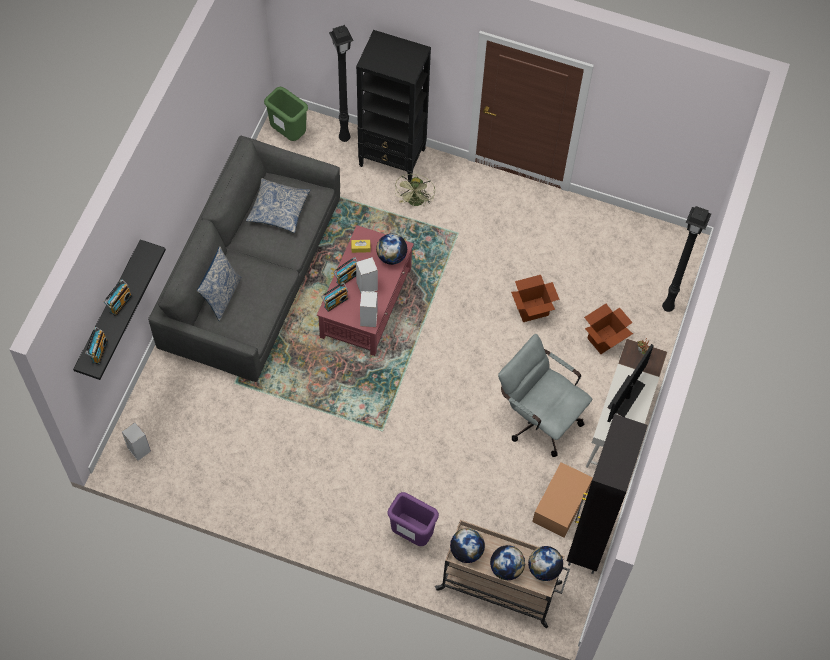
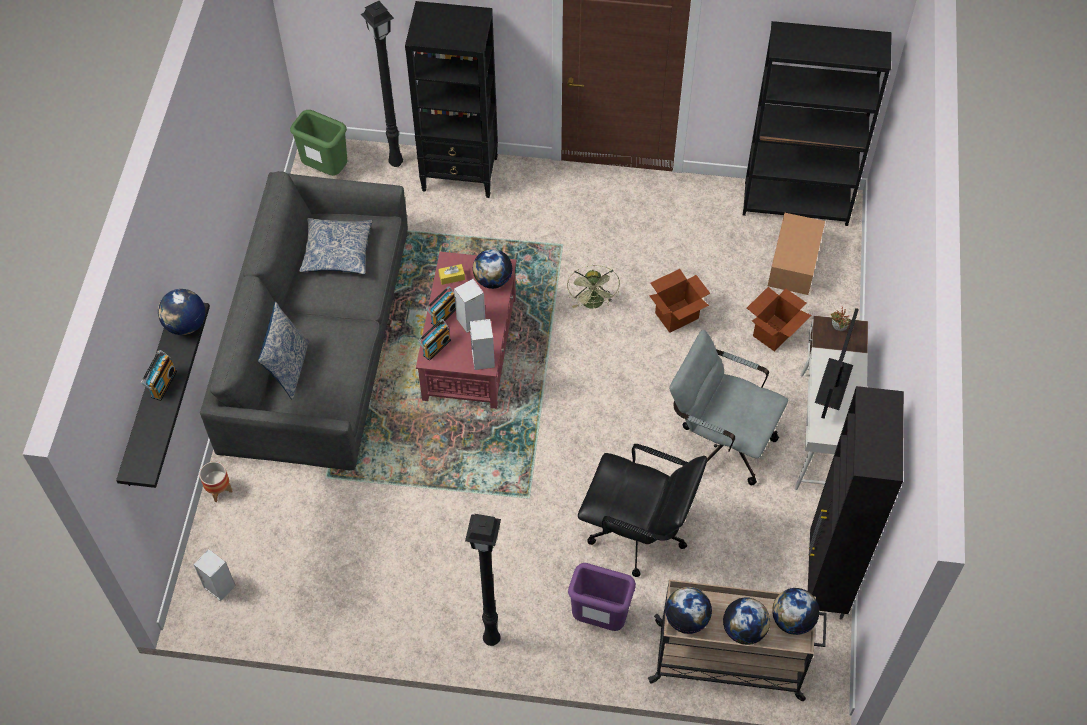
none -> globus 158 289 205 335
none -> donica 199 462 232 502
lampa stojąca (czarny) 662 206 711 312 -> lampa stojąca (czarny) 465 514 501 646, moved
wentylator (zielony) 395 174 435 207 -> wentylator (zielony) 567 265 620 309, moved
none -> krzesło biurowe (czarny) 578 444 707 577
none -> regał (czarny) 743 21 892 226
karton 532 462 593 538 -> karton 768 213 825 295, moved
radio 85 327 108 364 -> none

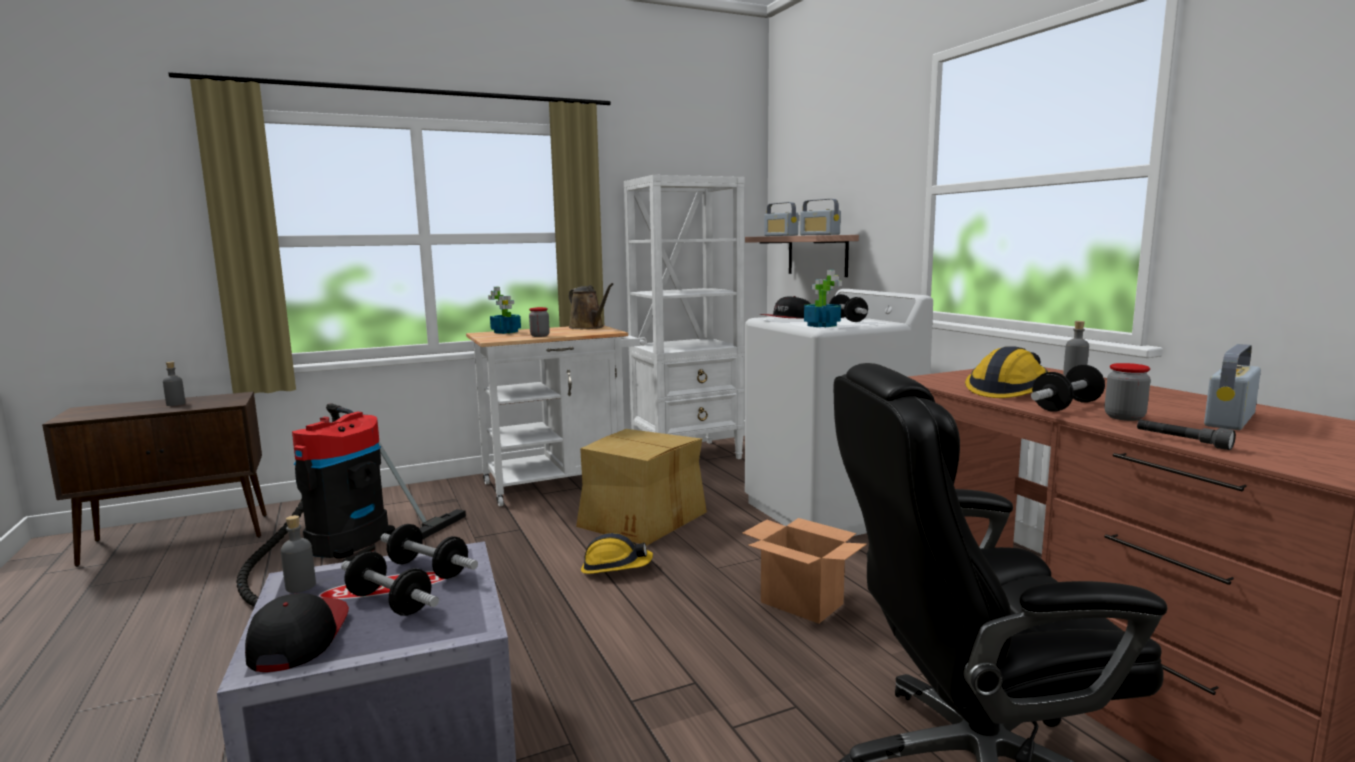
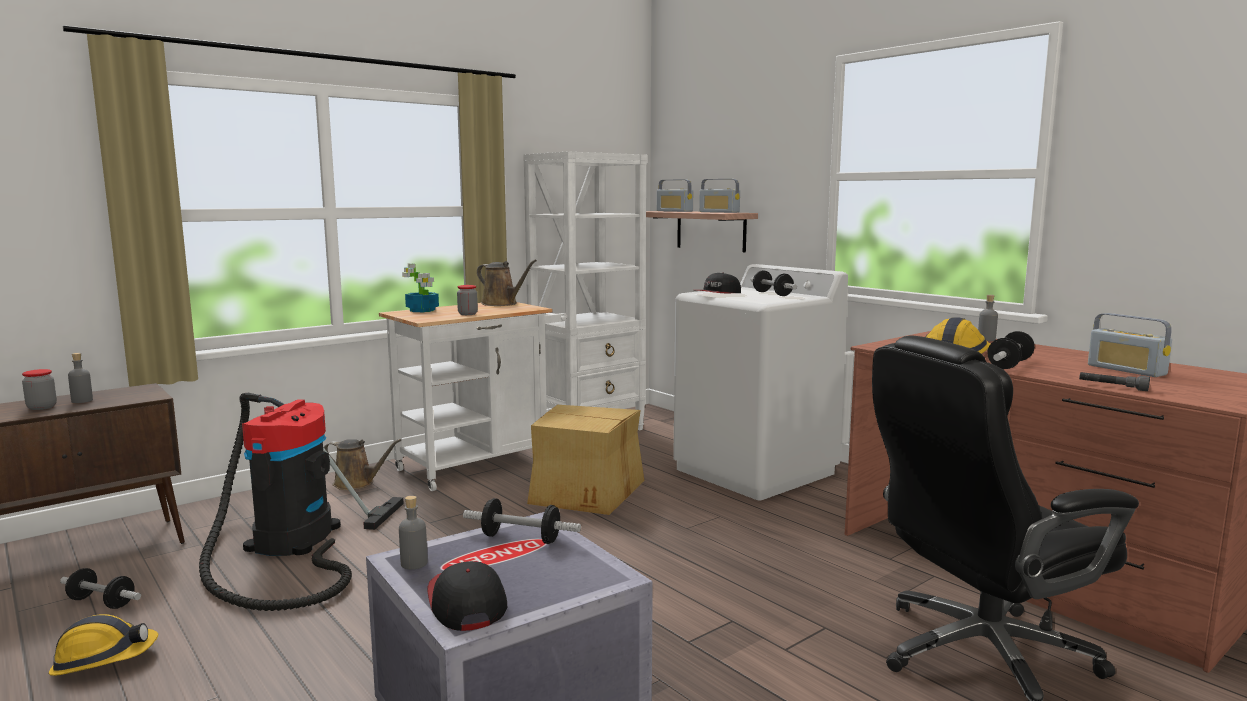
słoik 1105 363 1151 421 -> słoik 22 369 57 410, moved
kask 581 533 653 574 -> kask 49 614 158 676, moved
hantel 341 551 439 616 -> hantel 60 568 141 609, moved
none -> konewka (brązowy) 324 439 401 490
radio 1204 344 1261 430 -> radio 1088 313 1172 377, 60 degrees counterclockwise
karton 742 518 867 624 -> none
roślina doniczkowa 804 270 842 327 -> none

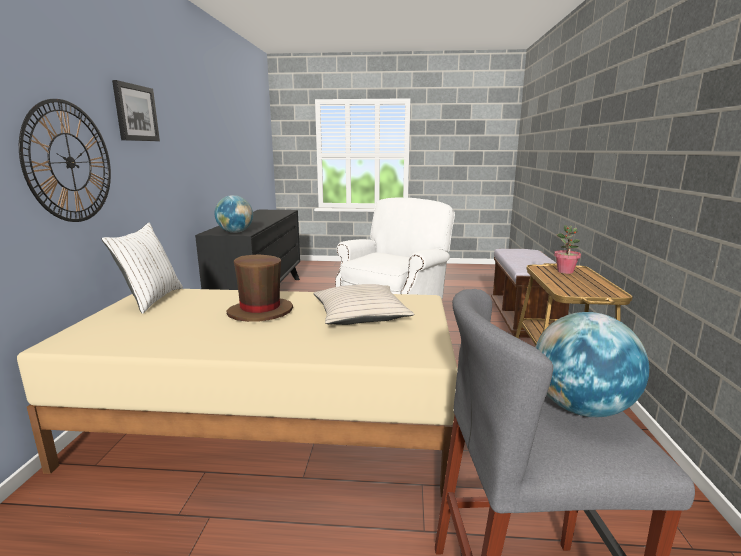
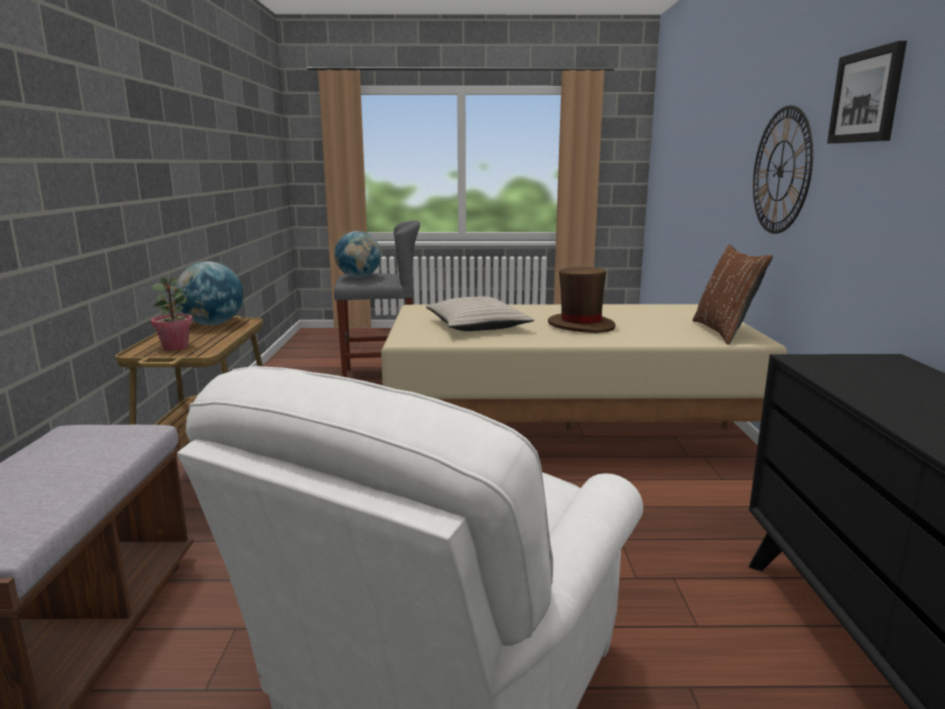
globus 214 195 253 233 -> globus 175 261 243 325, moved
poduszka (biały) 101 223 183 314 -> poduszka (brązowy) 692 245 773 345

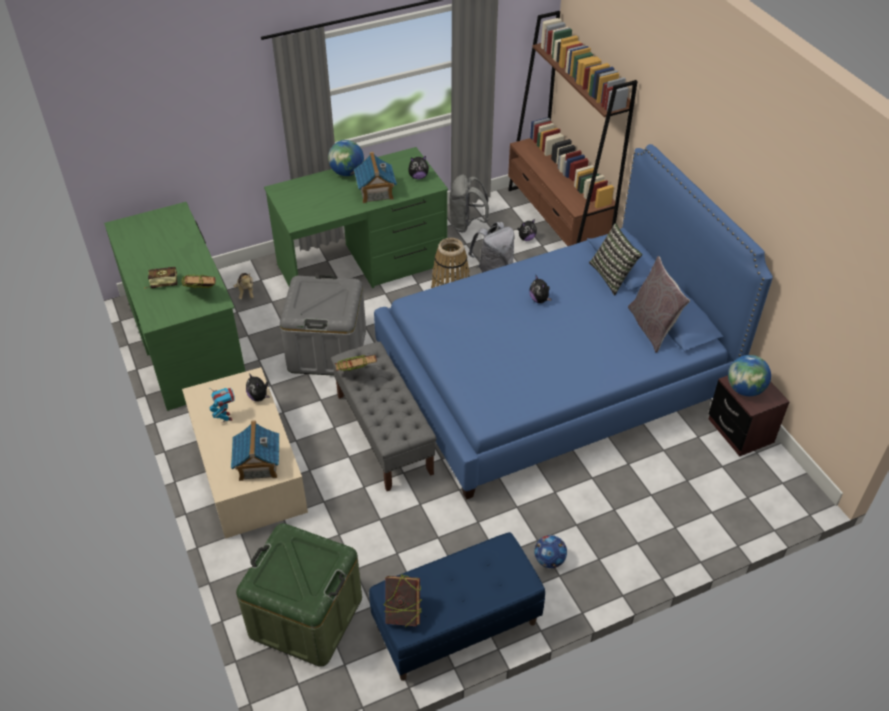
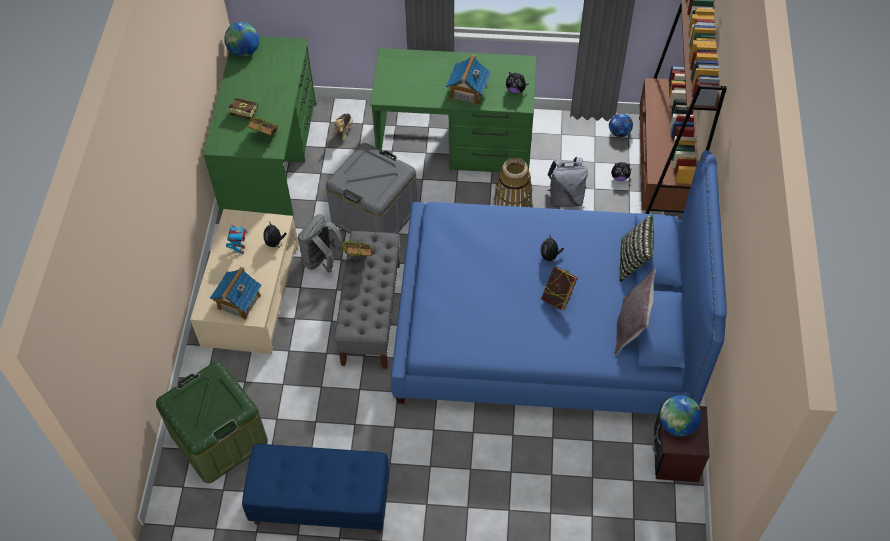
globus 328 140 364 176 -> globus 224 22 259 57, moved
plecak (szary) 449 175 489 233 -> plecak (szary) 298 214 345 273, moved
książka 384 575 422 627 -> książka 541 267 577 310, moved
piłka futbolowa 534 535 567 568 -> piłka futbolowa 609 113 633 137, moved

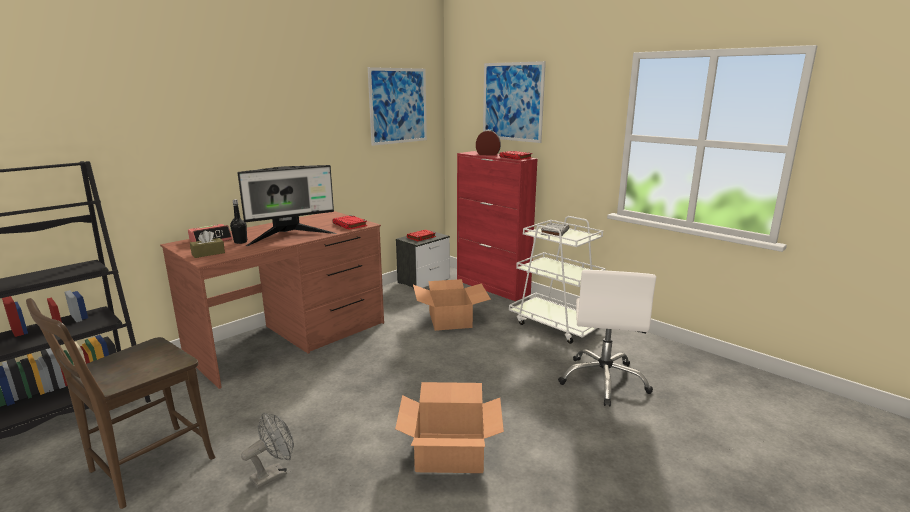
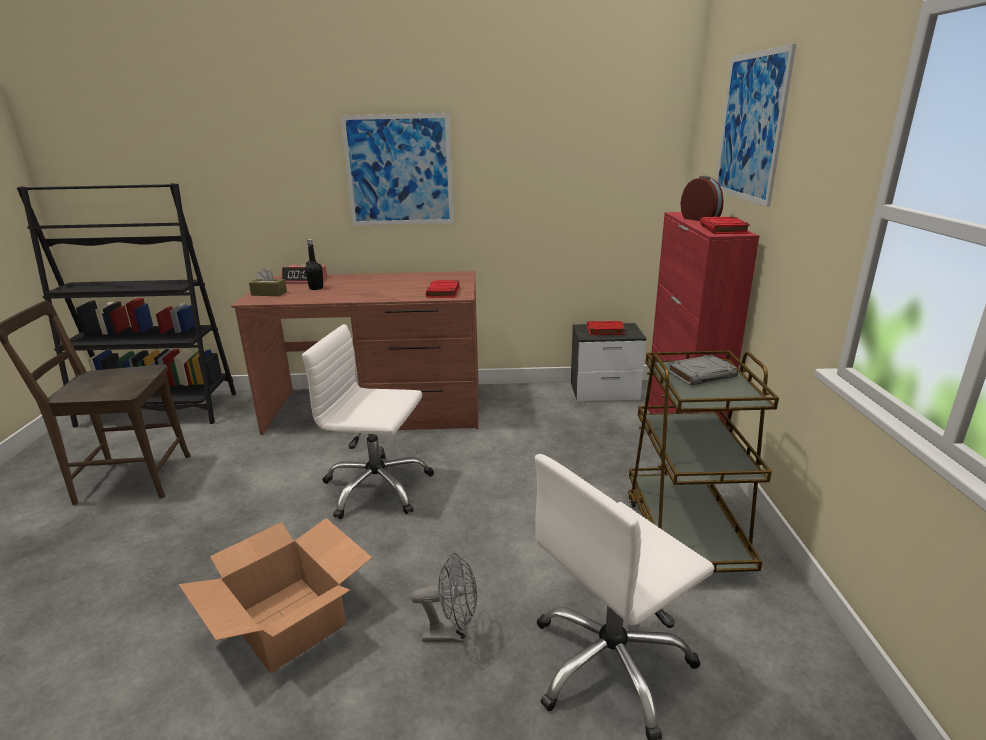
none -> krzesło biurowe (biały) 302 324 434 519
obraz 368 67 427 146 -> obraz 340 113 454 225, moved
wentylator (szary) 241 413 294 489 -> wentylator (szary) 410 552 477 643, moved
wózek (biały) 509 216 606 344 -> wózek (brązowy) 628 351 779 572
monitor 237 165 336 246 -> none
karton 413 279 491 331 -> none

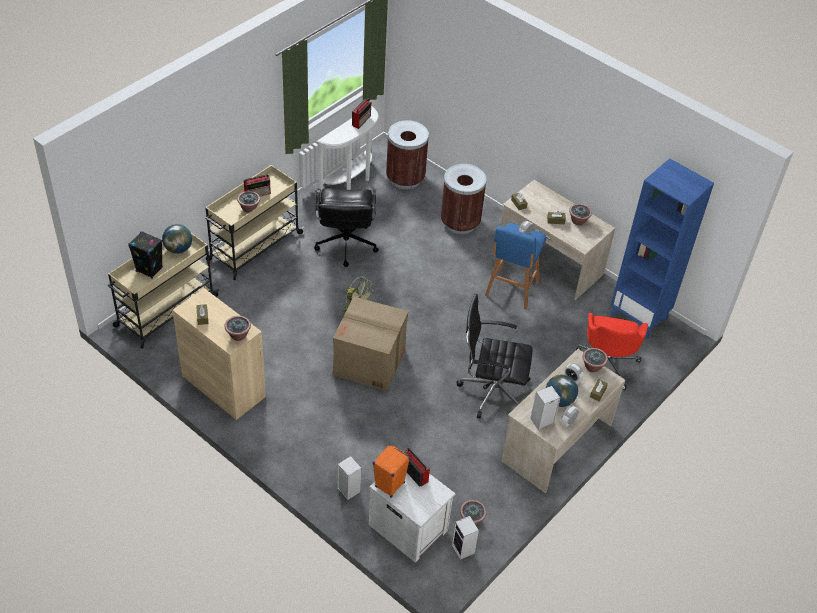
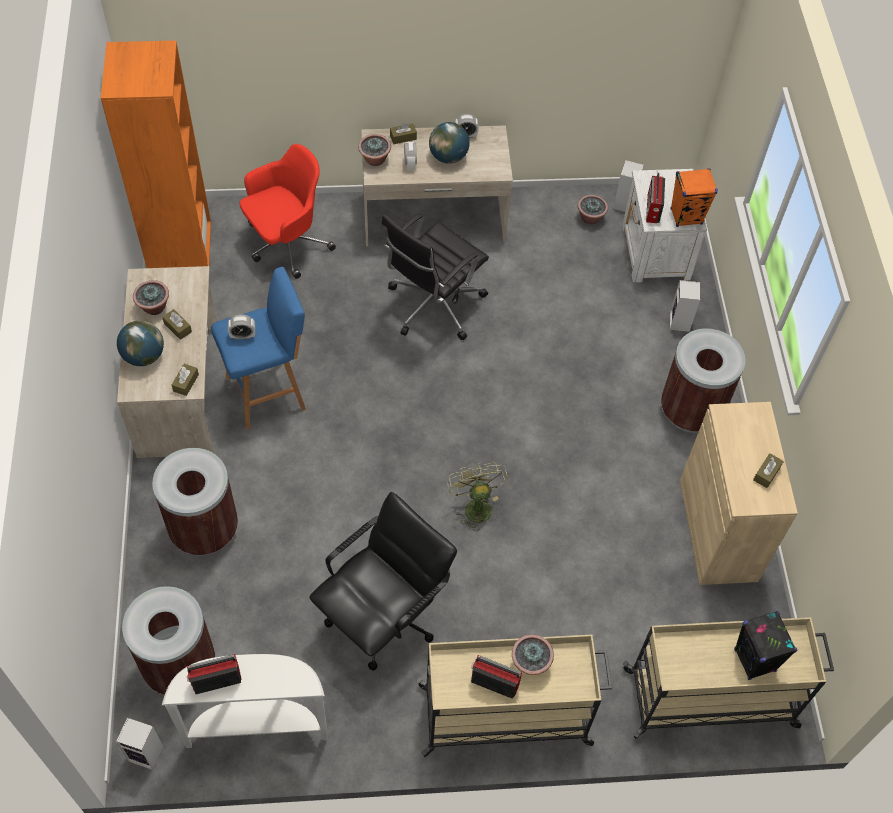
regał (niebieski) 611 158 714 339 -> regał (pomarańczowy) 101 41 211 268
głośnik 530 386 560 430 -> głośnik 116 718 163 770, moved
globus 162 224 192 254 -> globus 117 320 164 366, moved
krzesło biurowe (czarny) 456 294 533 418 -> krzesło biurowe (czarny) 382 214 489 340, 75 degrees clockwise
none -> kosz na śmieci (brązowy) 661 328 746 433
roślina doniczkowa 225 316 251 341 -> none
karton 333 297 409 391 -> none

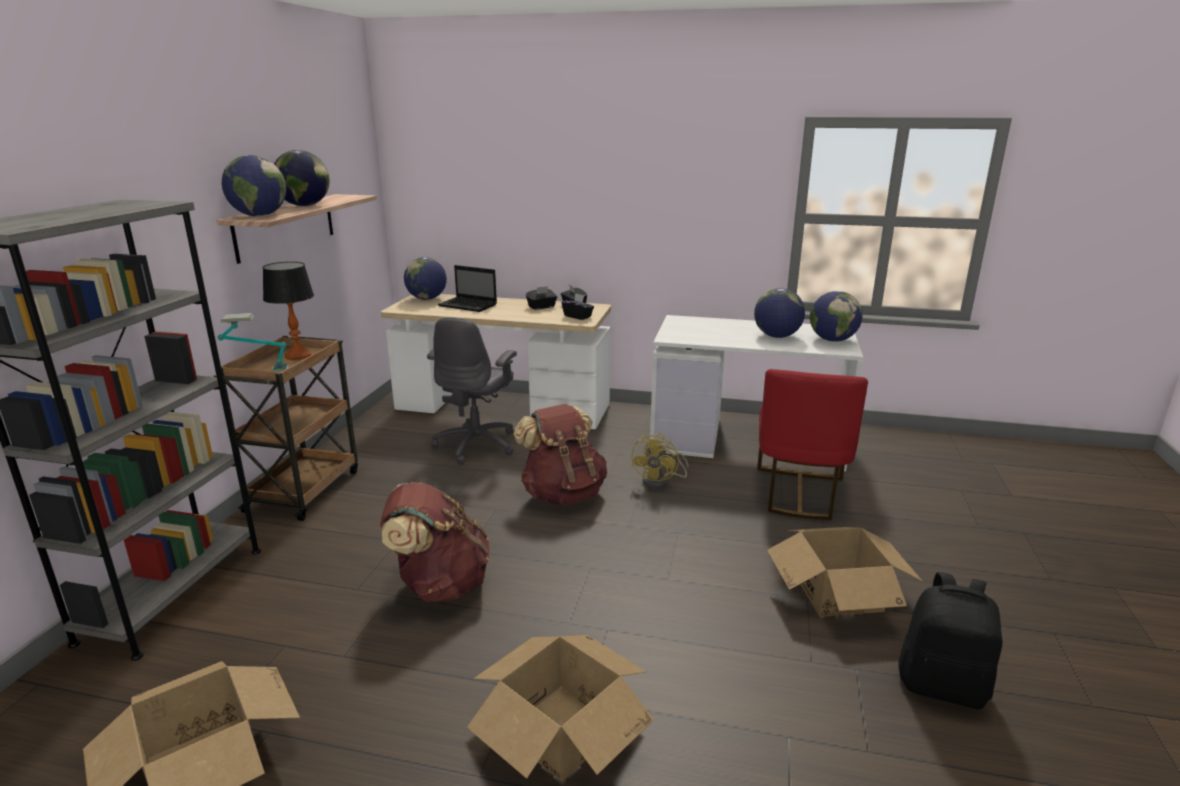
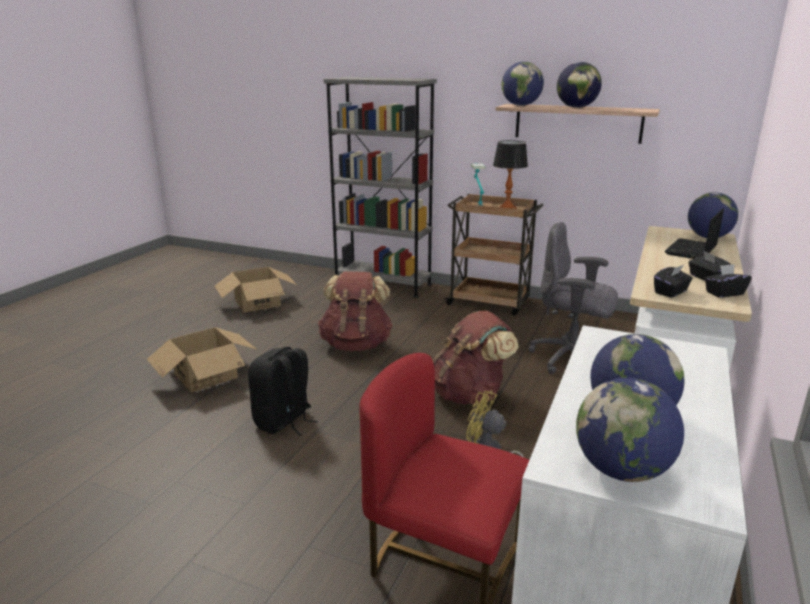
plecak (czarny) 899 572 1003 709 -> plecak (czarny) 248 347 319 436, moved
karton 767 527 922 616 -> none

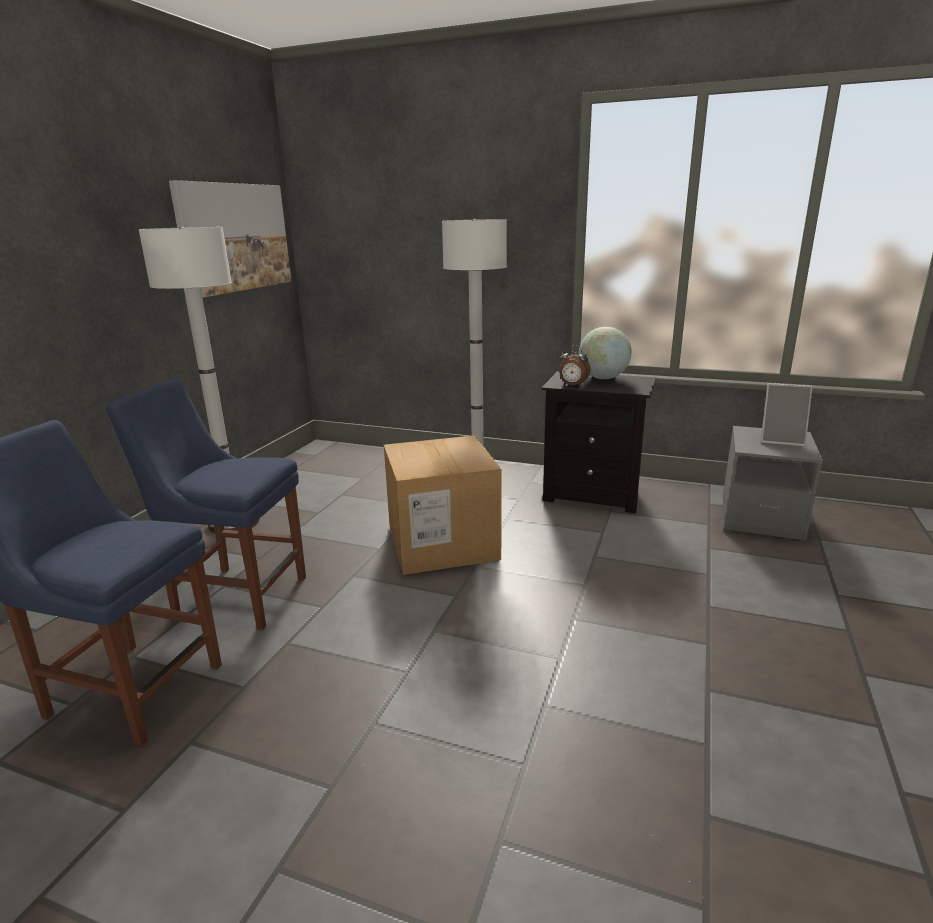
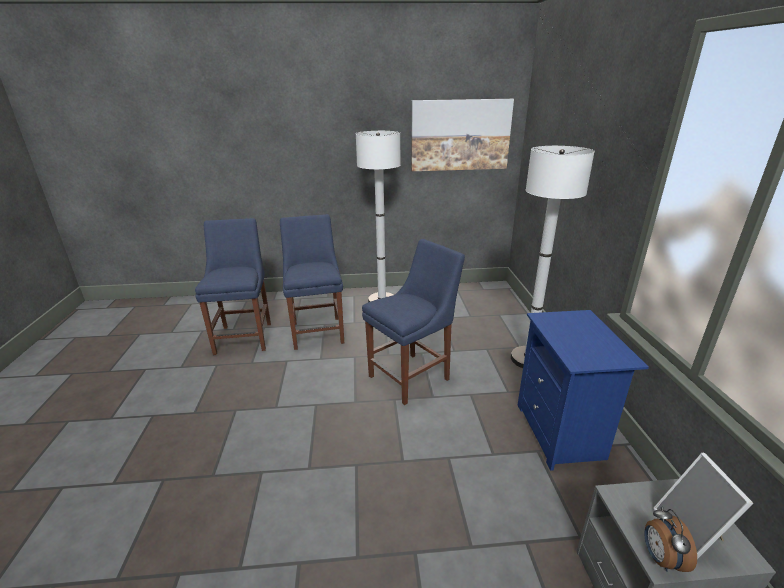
karton 384 435 501 575 -> krzesło (niebieski) 362 239 465 405
szafka nocna (czarny) 542 371 656 513 -> szafka nocna (niebieski) 518 310 649 471
budzik 559 345 591 387 -> budzik 645 506 697 572, moved
globus 578 327 631 379 -> none

